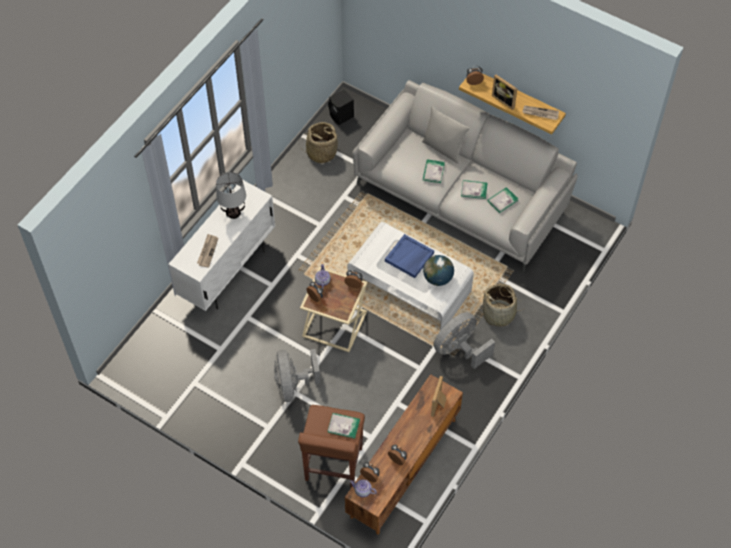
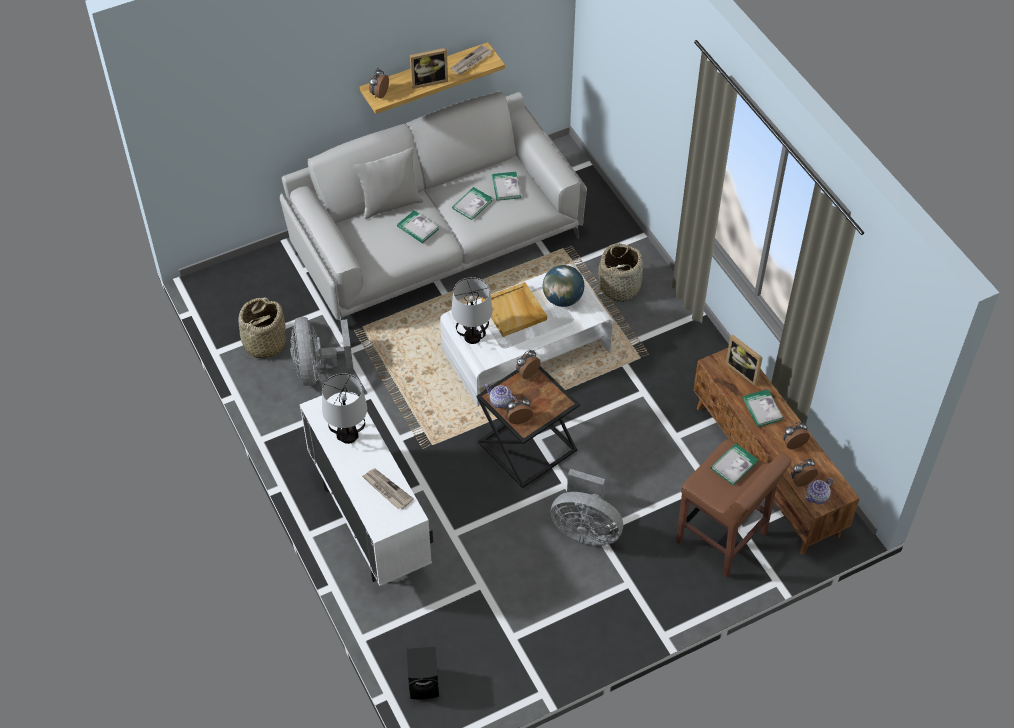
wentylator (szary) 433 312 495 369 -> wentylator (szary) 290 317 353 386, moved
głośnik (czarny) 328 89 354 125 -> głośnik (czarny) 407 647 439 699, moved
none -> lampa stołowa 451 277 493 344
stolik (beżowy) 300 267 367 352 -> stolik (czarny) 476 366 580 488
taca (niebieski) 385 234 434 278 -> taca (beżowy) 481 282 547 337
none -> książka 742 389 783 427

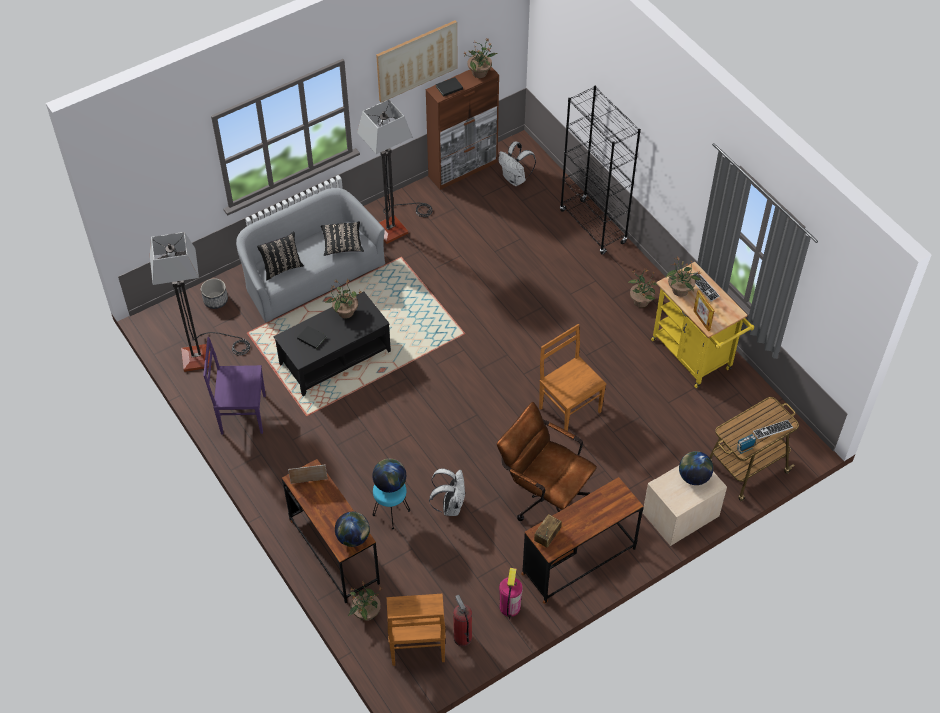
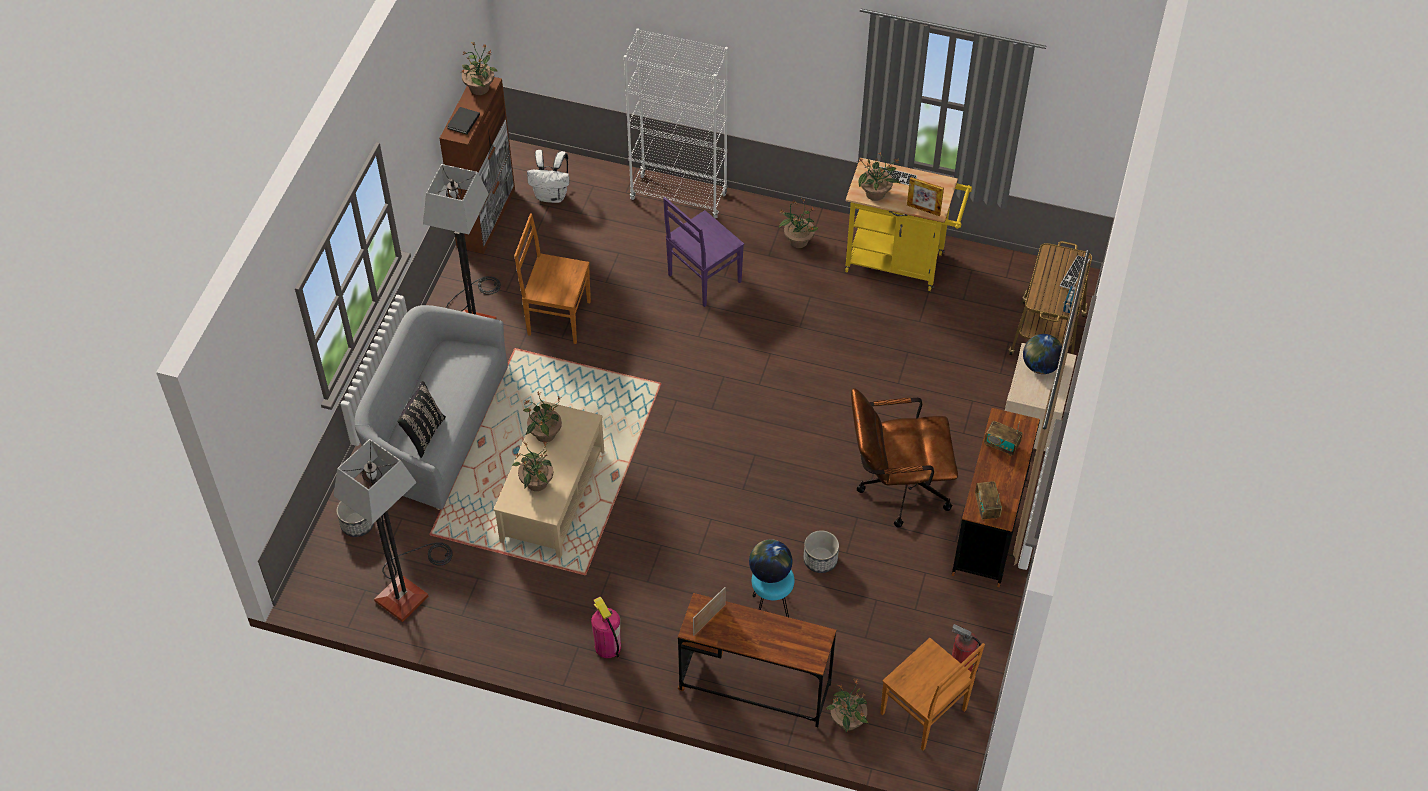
ława (czarny) 273 291 391 396 -> ława (beżowy) 493 401 604 558
książka (czarny) 297 326 327 349 -> roślina doniczkowa 512 441 553 491
krzesło (brązowy) 539 324 607 436 -> krzesło (brązowy) 514 213 591 344, moved
gaśnica 499 568 523 619 -> gaśnica 591 596 621 658, moved
regał (czarny) 560 86 641 255 -> regał (biały) 624 28 728 219
krzesło (fioletowy) 203 337 266 434 -> krzesło (fioletowy) 663 197 744 307, moved
plecak (biały) 429 468 465 516 -> donica 804 530 839 573
none -> radio 984 421 1023 456
poduszka (czarny) 321 221 364 256 -> none
globus 335 512 370 547 -> none
obraz 376 20 458 103 -> none

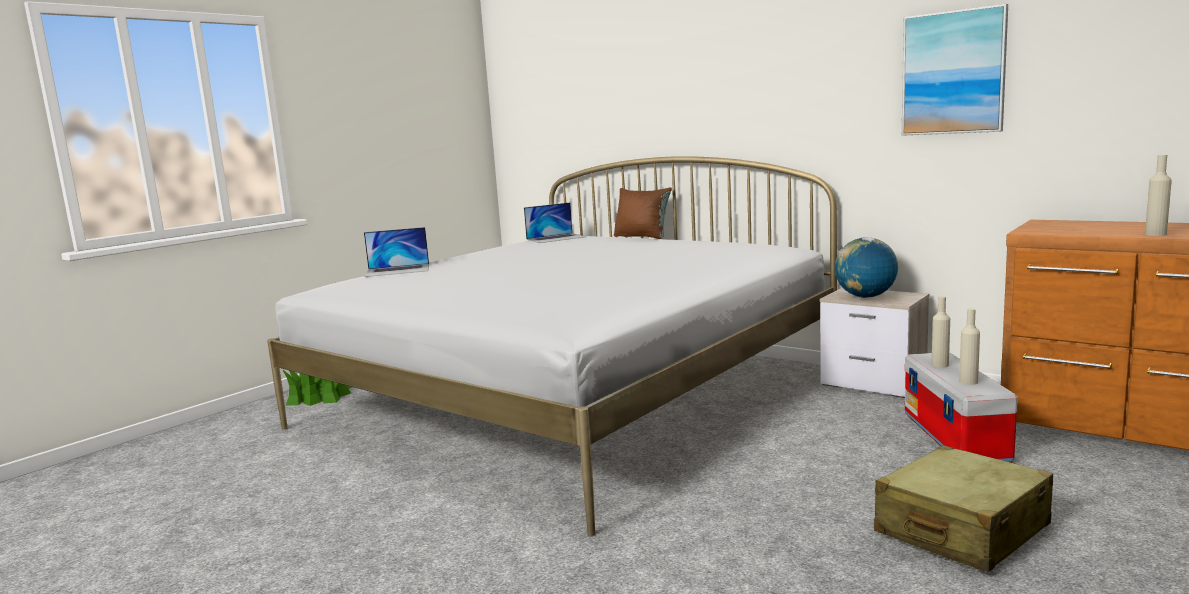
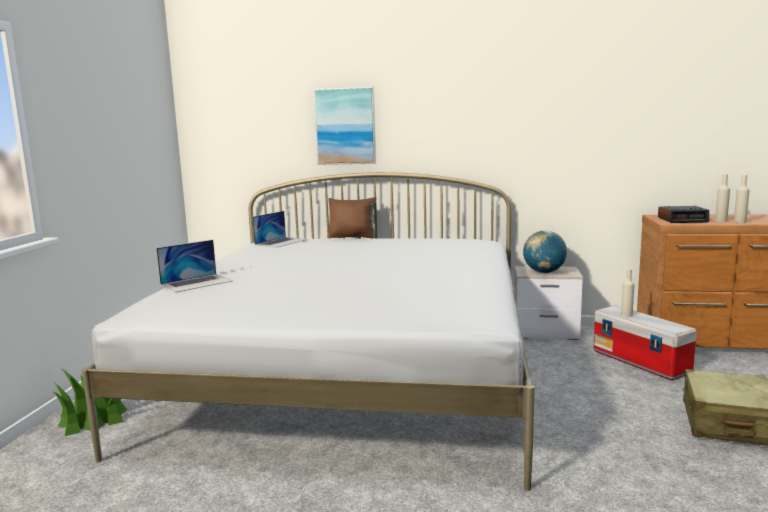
obraz 902 4 1008 136 -> obraz 314 87 376 165, moved
none -> budzik 658 206 709 223
butelka (beżowy) 959 308 980 385 -> butelka (beżowy) 715 174 730 222, moved

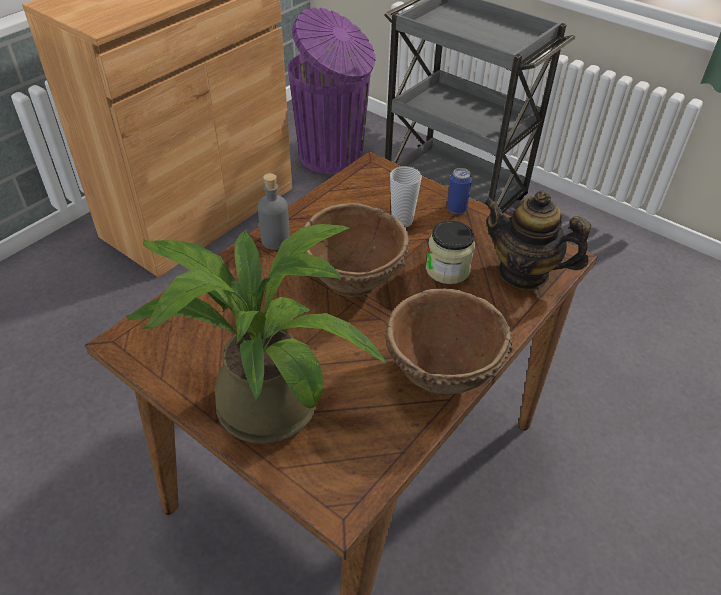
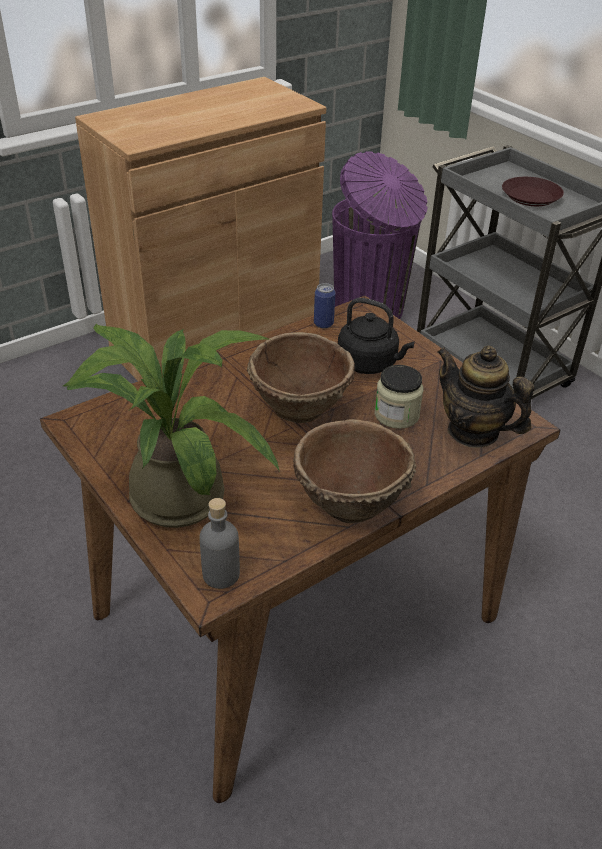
butelka (szary) 258 173 290 250 -> butelka (szary) 199 498 240 589, moved
puszka 447 168 472 214 -> puszka 314 283 336 329, moved
filiżanka 390 166 422 227 -> czajnik (czarny) 338 298 415 374
none -> talerz (brązowy) 502 177 564 206

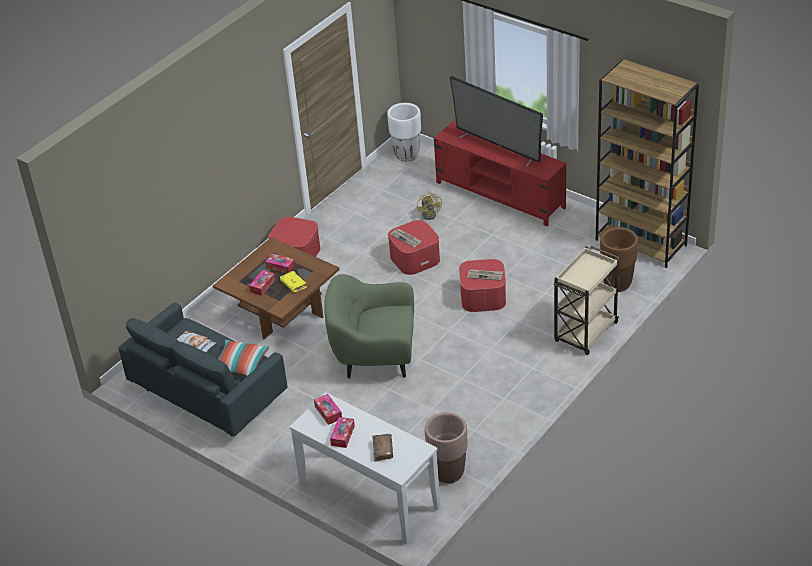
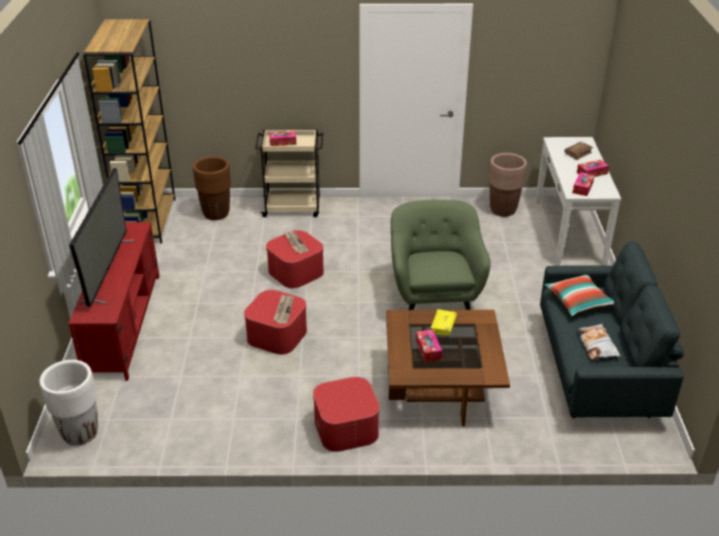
pudełko chusteczek 249 270 276 296 -> pudełko chusteczek 269 131 296 146, moved
fotel (zielony) 324 274 414 378 -> fotel (zielony) 391 200 491 310, 150 degrees counterclockwise
wentylator (żółty) 417 192 442 220 -> none

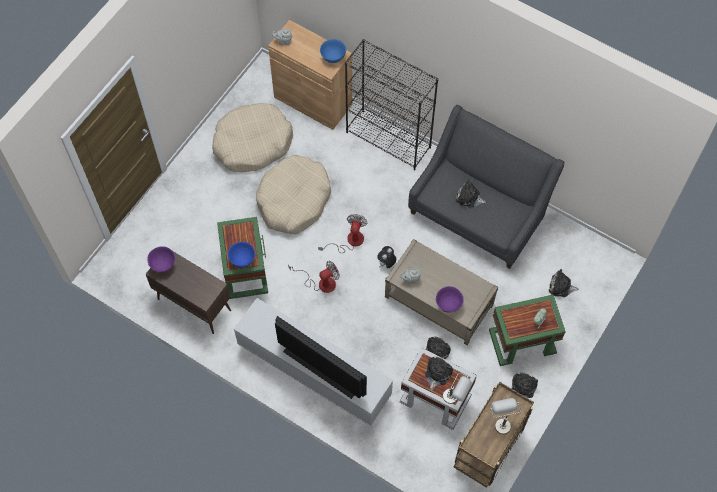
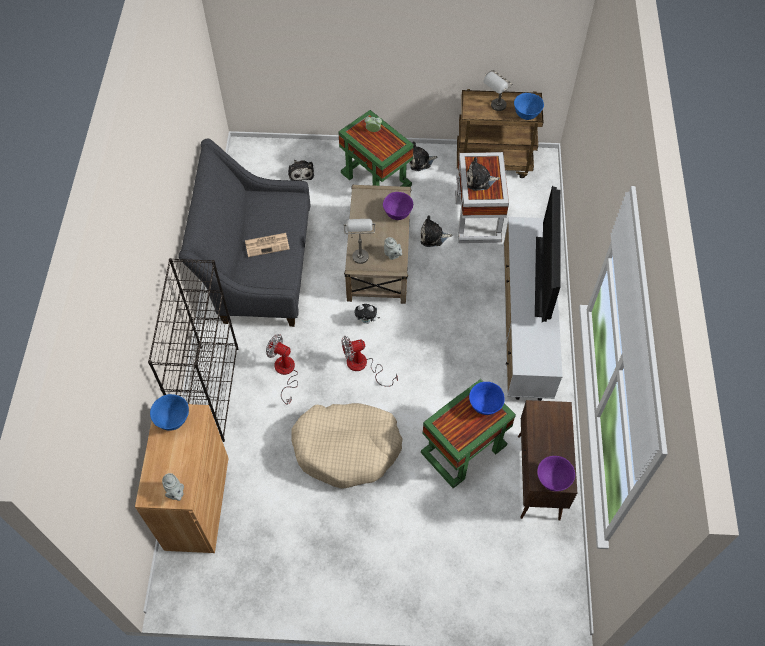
pluszak 455 179 486 208 -> gazeta 245 233 290 257
wentylator 288 261 340 293 -> wentylator 266 334 298 405, moved
lampa stołowa (szary) 443 373 472 404 -> lampa stołowa (szary) 344 219 375 264, moved
none -> miska (niebieski) 514 93 544 120
legowisko (beżowy) 212 103 293 172 -> none

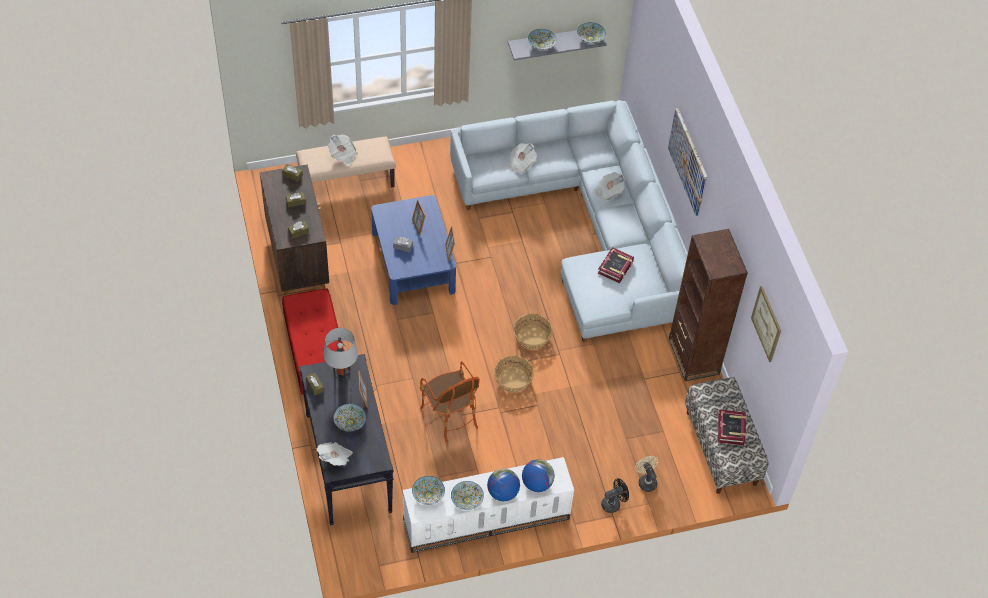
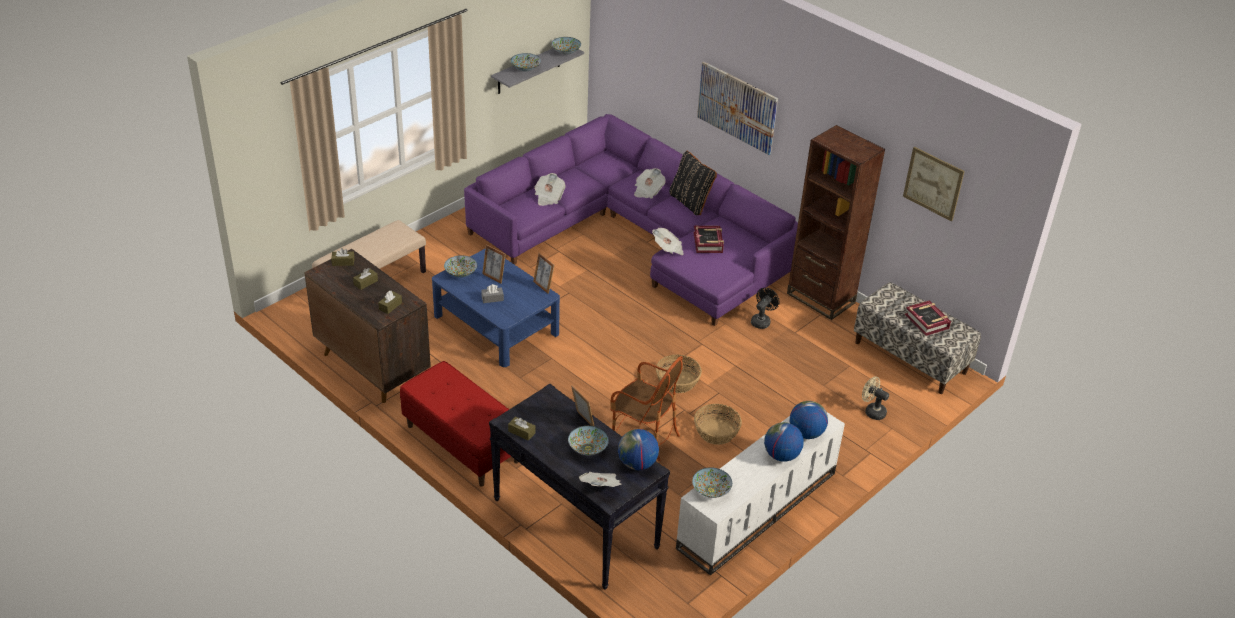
miska 451 481 484 510 -> miska 444 255 477 278, moved
kanapa (szary) 450 100 688 342 -> kanapa (fioletowy) 464 114 798 326
none -> globus 618 429 659 470
gazeta 328 135 358 166 -> gazeta 652 228 684 255, moved
none -> poduszka (czarny) 669 151 717 215
koszyk 513 313 553 349 -> koszyk 694 404 742 445, moved
wentylator (czarny) 601 478 629 513 -> wentylator (czarny) 751 288 780 329, moved
lampa stołowa (szary) 323 328 358 380 -> none

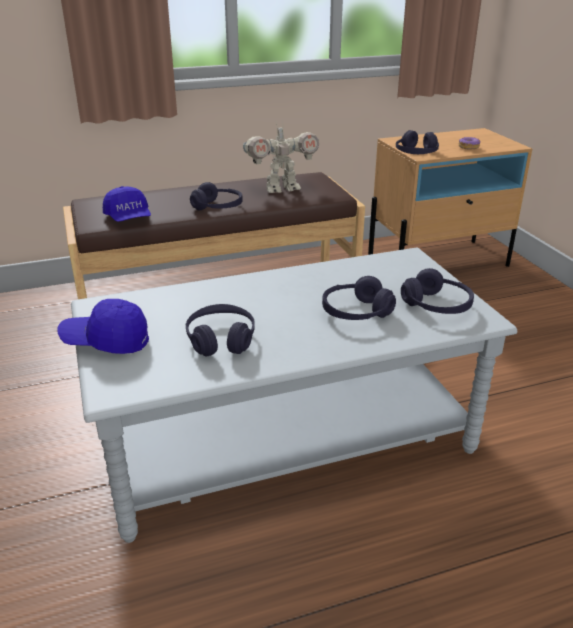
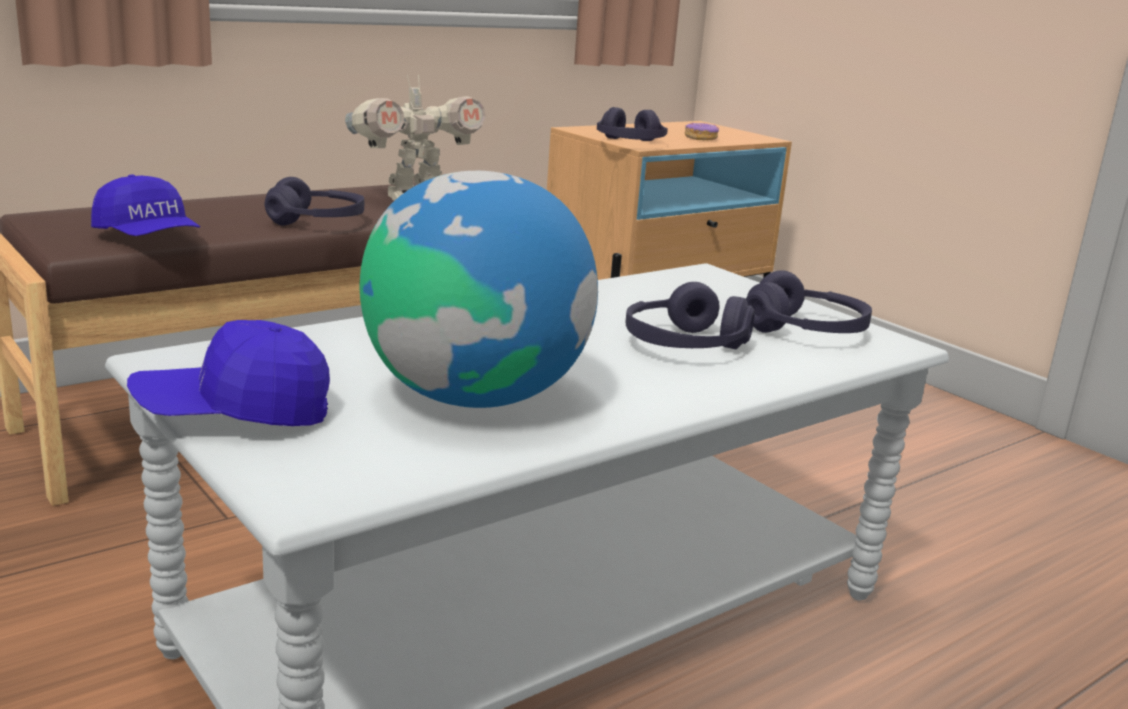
słuchawki (fioletowy) 186 304 255 357 -> globus 360 171 598 408

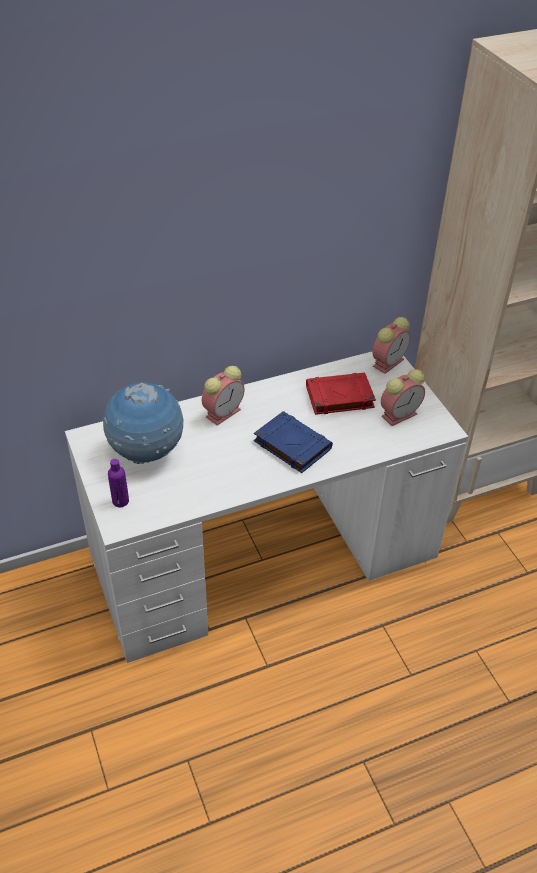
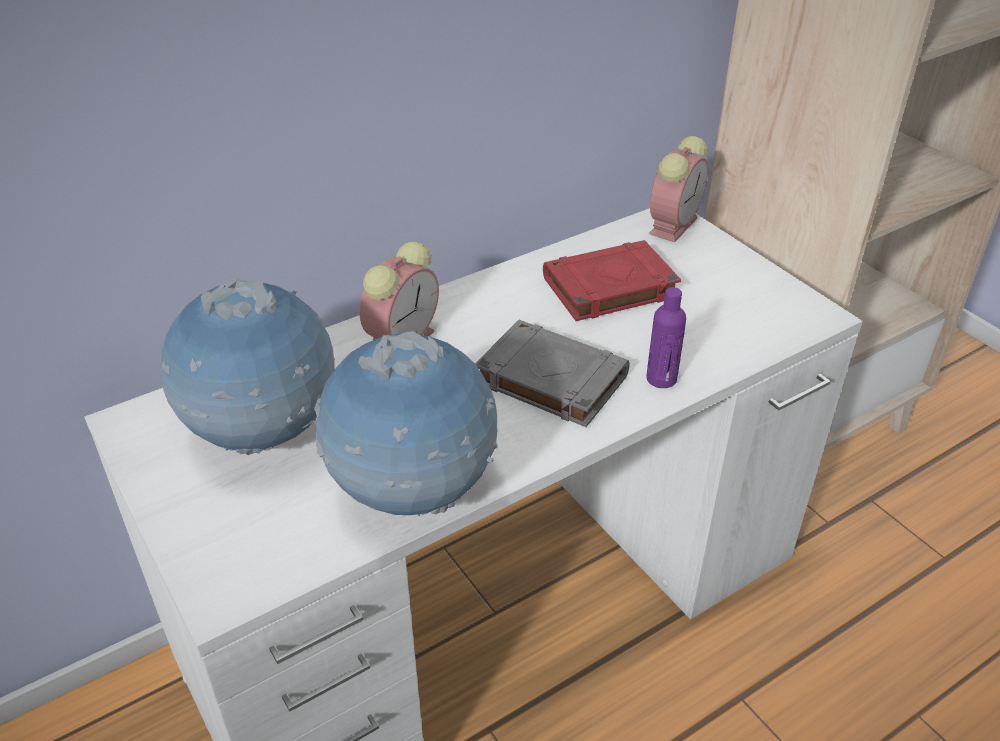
none -> globus 314 331 498 517
książka (niebieski) 254 411 333 473 -> książka (szary) 475 320 630 427
butelka (fioletowy) 108 459 129 507 -> butelka (fioletowy) 646 287 686 388, moved
budzik 381 369 425 426 -> none

